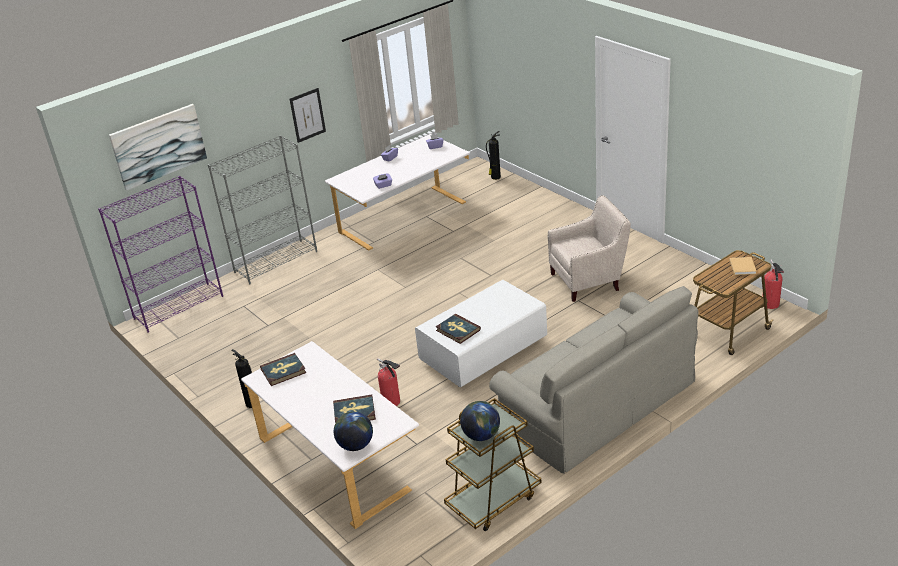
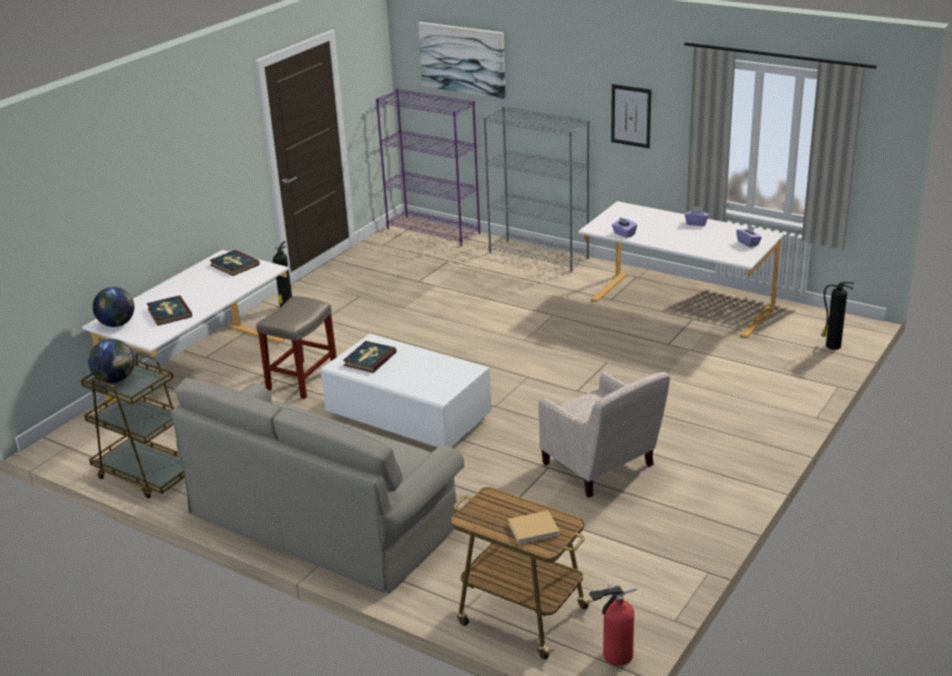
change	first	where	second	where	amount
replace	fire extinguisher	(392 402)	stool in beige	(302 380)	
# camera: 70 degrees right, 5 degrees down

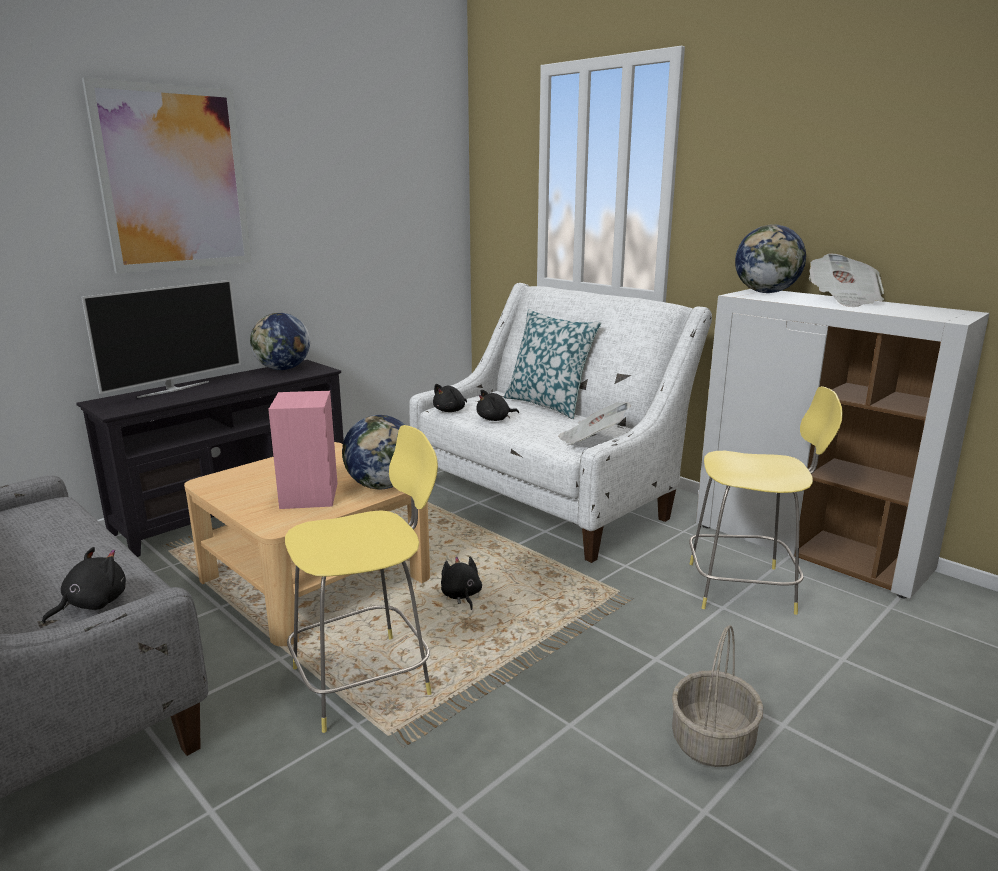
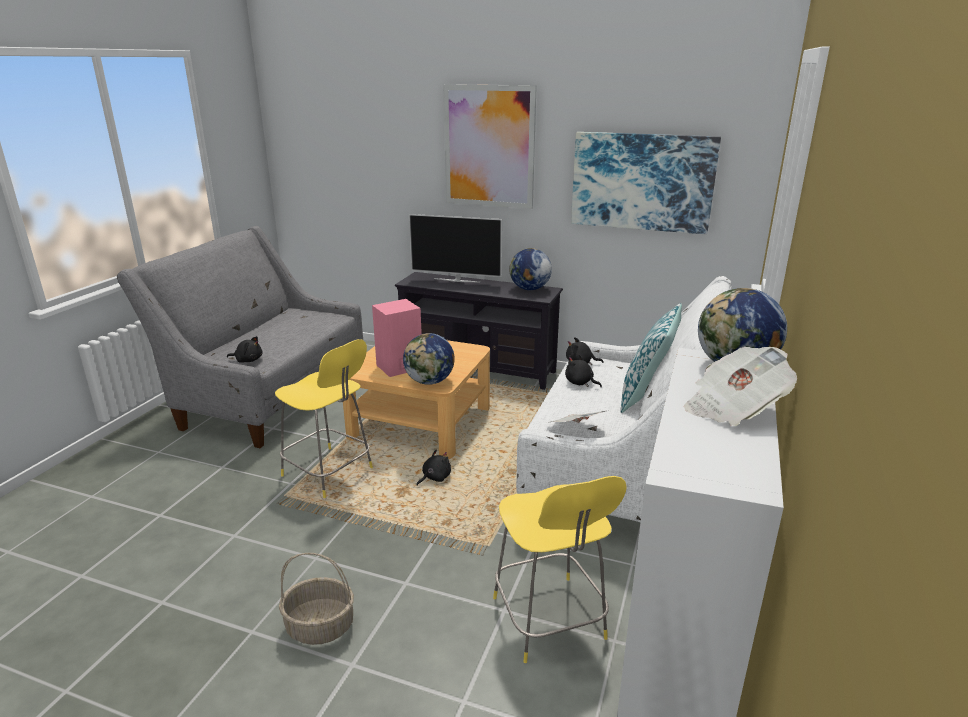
change	first	where	second	where	amount
insert			picture	(642 182)	
# camera: 65 degrees right, 5 degrees up

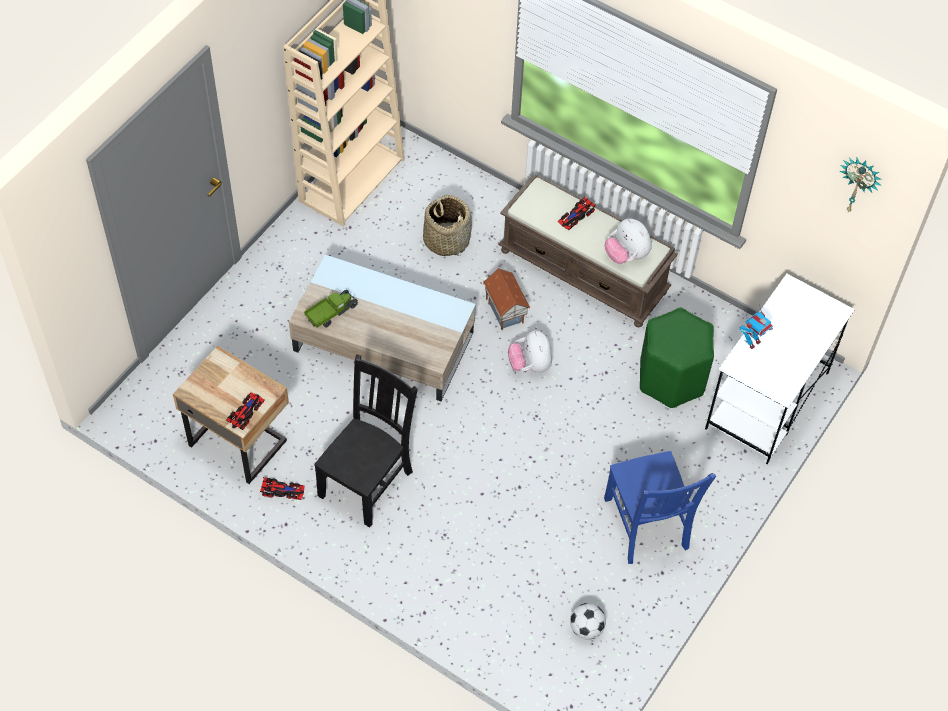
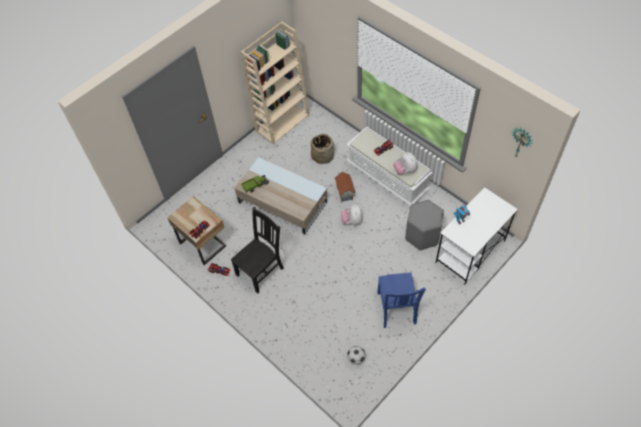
change	first	where	second	where	amount
recolor	bench in brown	(584 271)	bench in white	(388 177)	
recolor	stool in green	(672 378)	stool in grey	(422 235)	
# camera: 15 degrees right, 0 degrees up

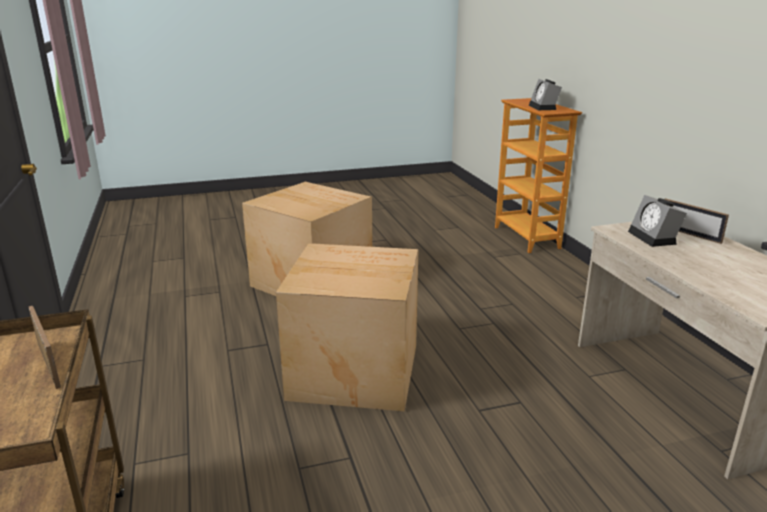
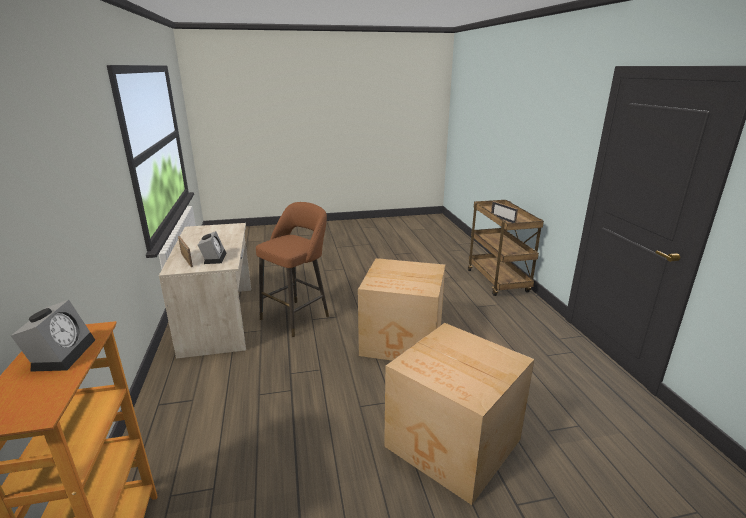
change	first	where	second	where	amount
insert			stool in brown	(297 316)	
# camera: 175 degrees left, 0 degrees up

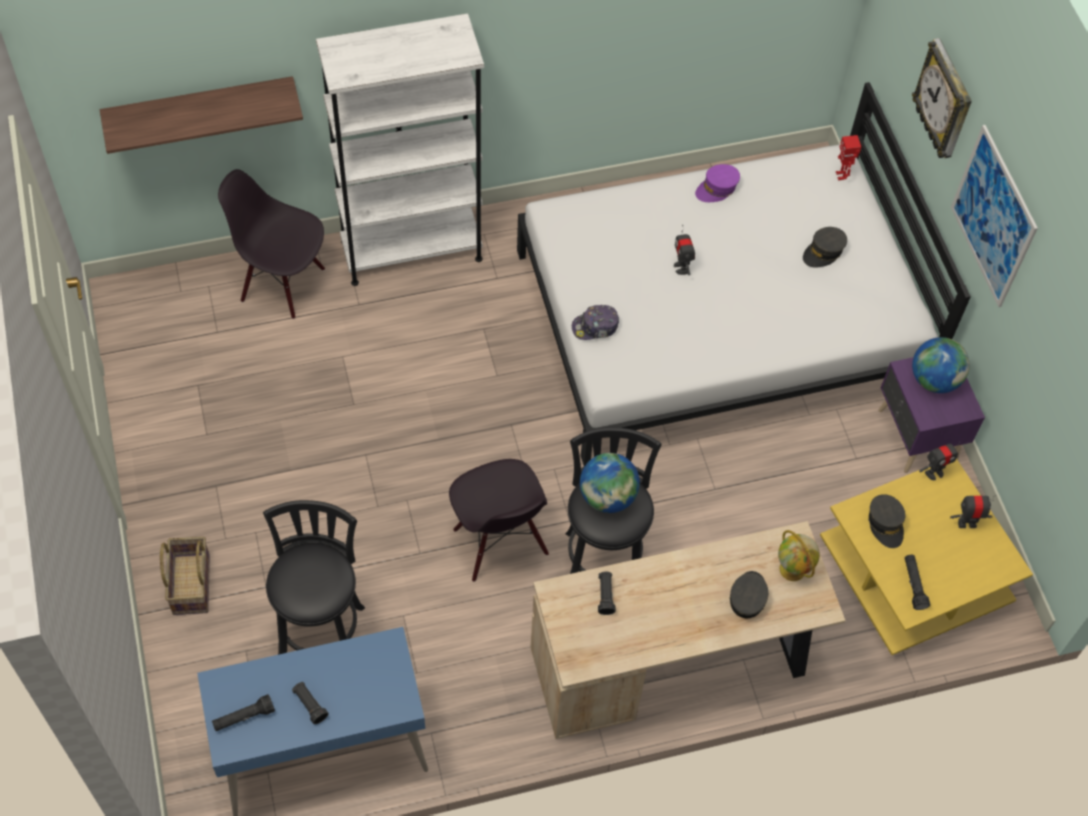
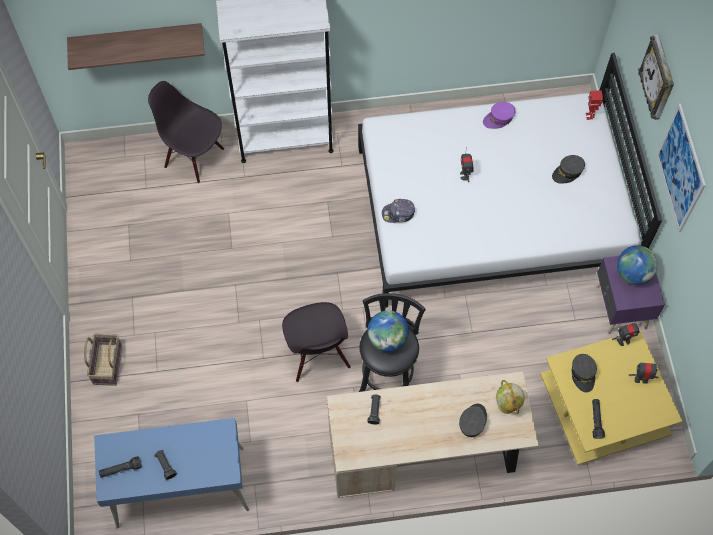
change	first	where	second	where	amount
delete	stool in black	(322 629)			
# camera: 10 degrees right, 5 degrees up

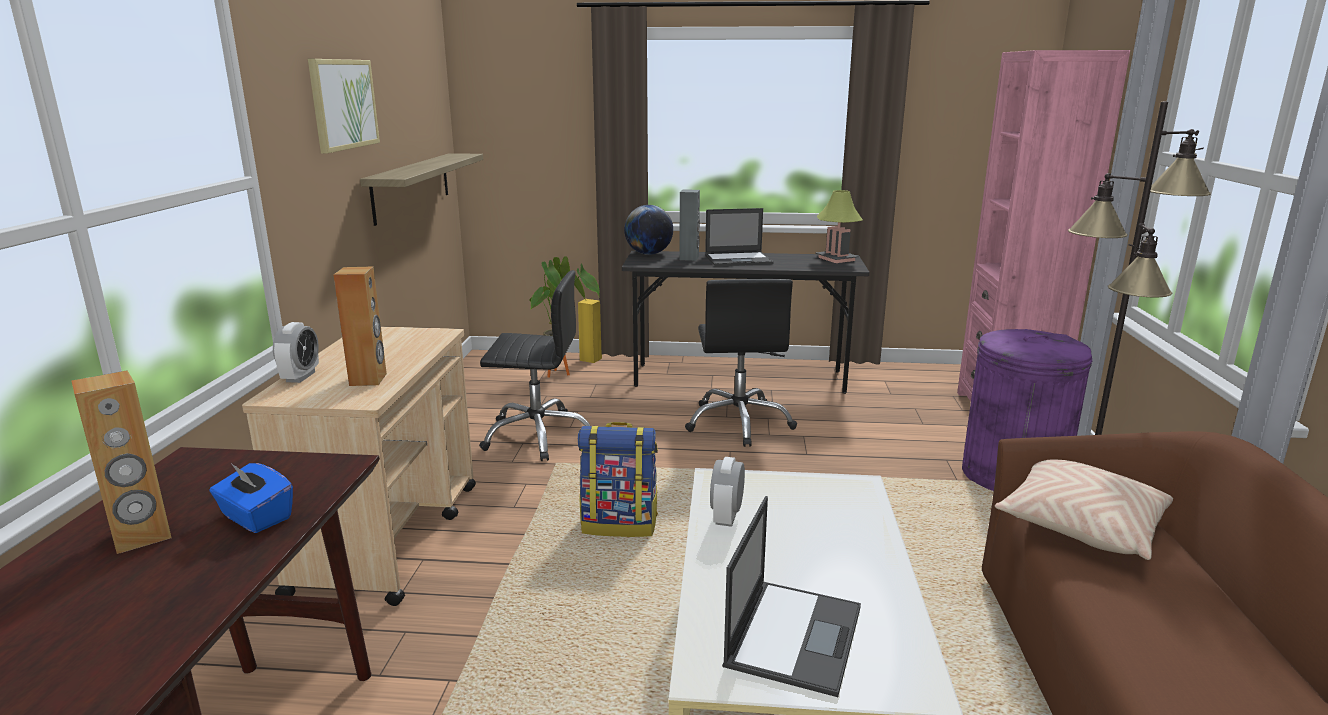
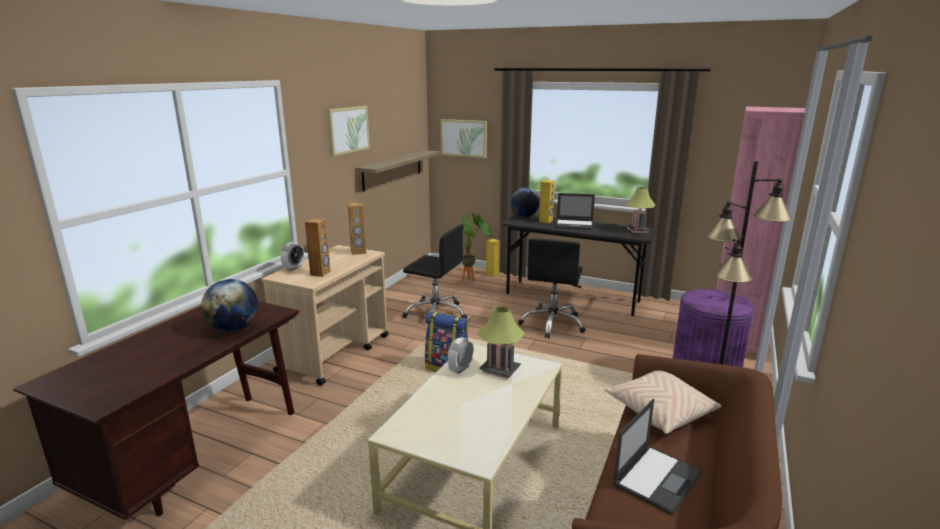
change	first	where	second	where	amount
move	speaker in brown	(142 537)		(358 252)	
replace	tissue box in blue	(255 517)	globe	(234 328)	
recolor	speaker in grey	(689 258)	speaker in yellow	(546 221)	
move	laptop	(794 634)		(657 477)	
insert			picture	(464 138)	
insert			table lamp	(500 370)	
# camera: 20 degrees right, 0 degrees up

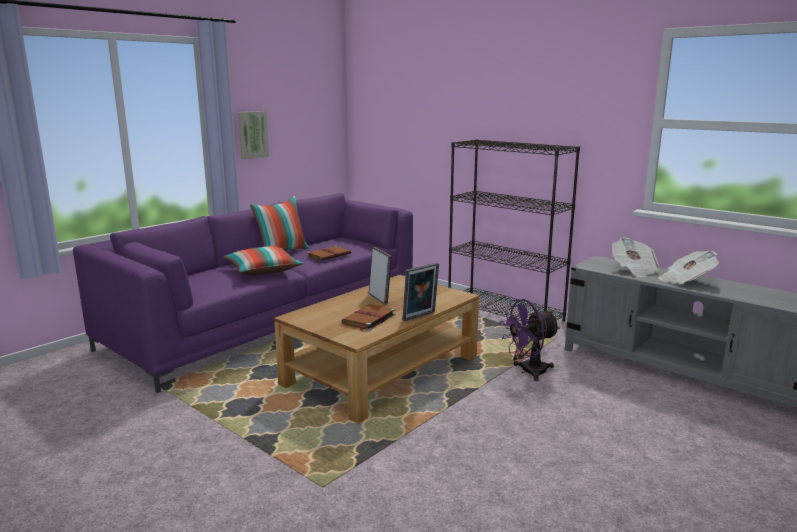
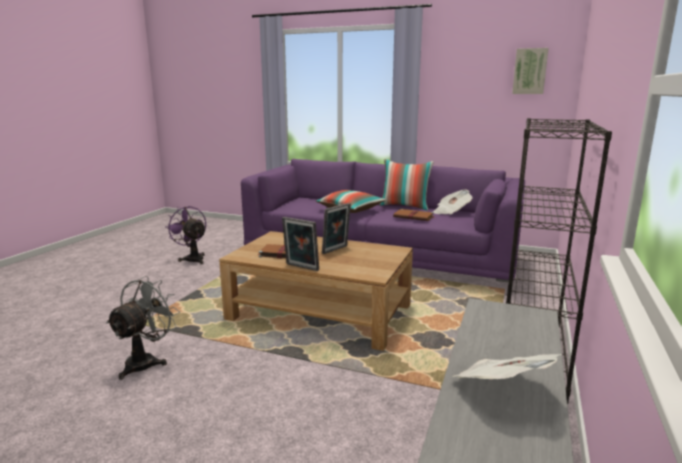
change	first	where	second	where	amount
move	picture	(252 134)		(530 71)	
move	fan in purple	(528 372)		(192 258)	
move	newspaper	(633 270)		(451 212)	
insert			fan in grey	(146 361)	
# camera: 70 degrees right, 0 degrees up

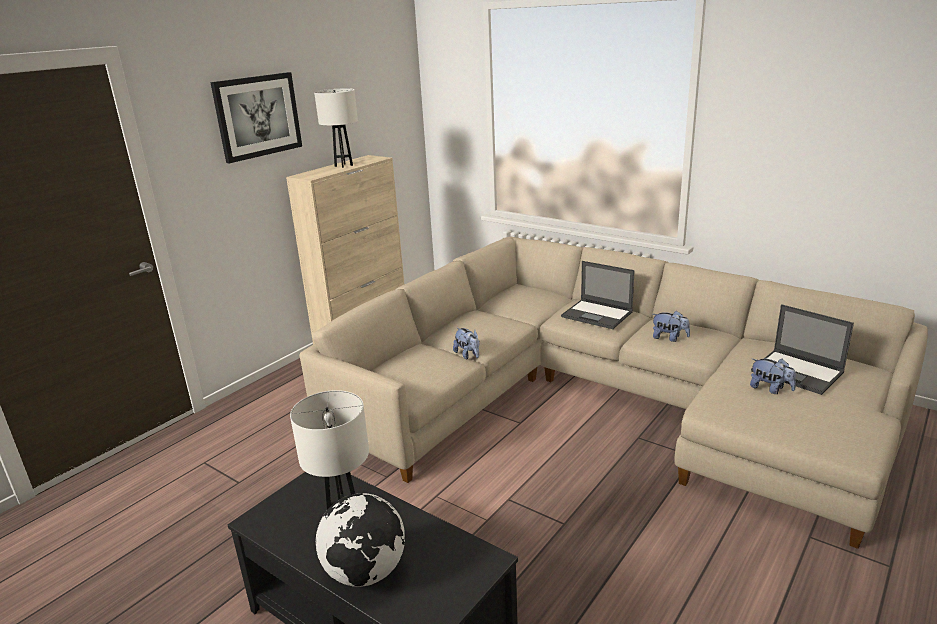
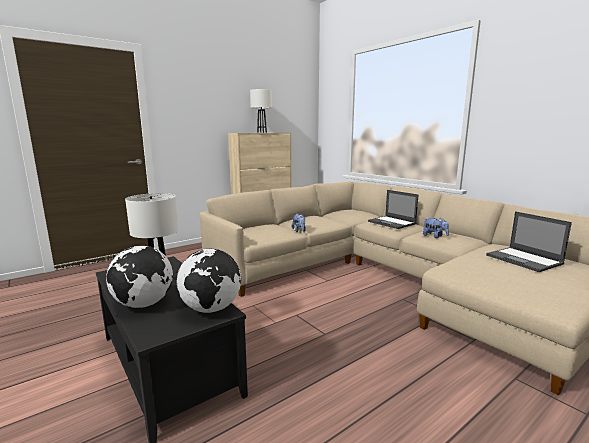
change	first	where	second	where	amount
delete	picture	(257 116)			
delete	plush toy	(770 389)			
insert			globe	(211 309)	
# camera: 15 degrees right, 10 degrees down

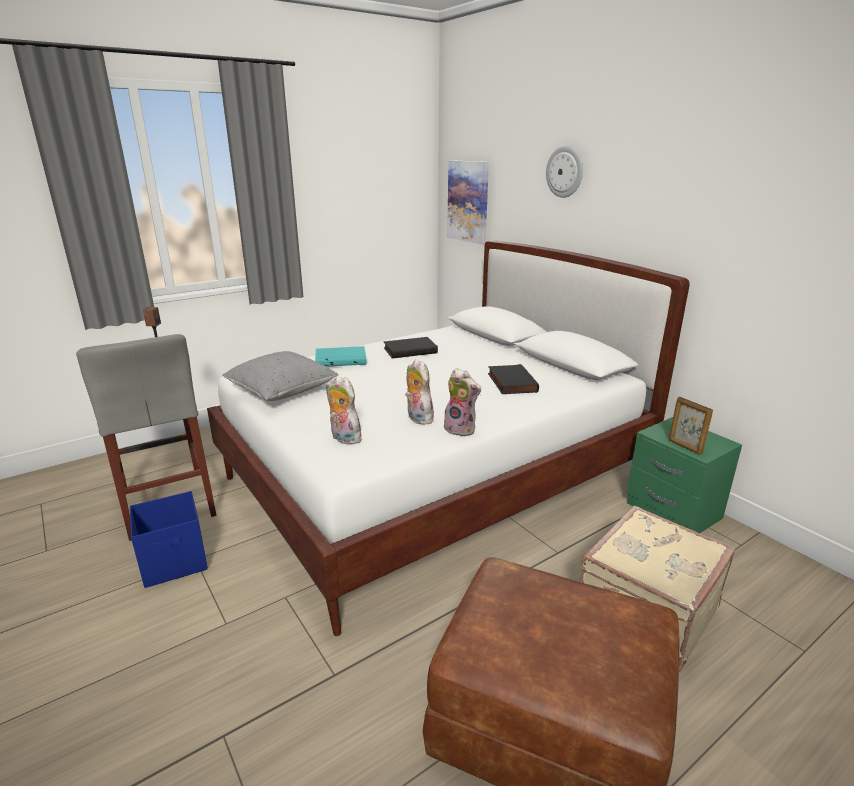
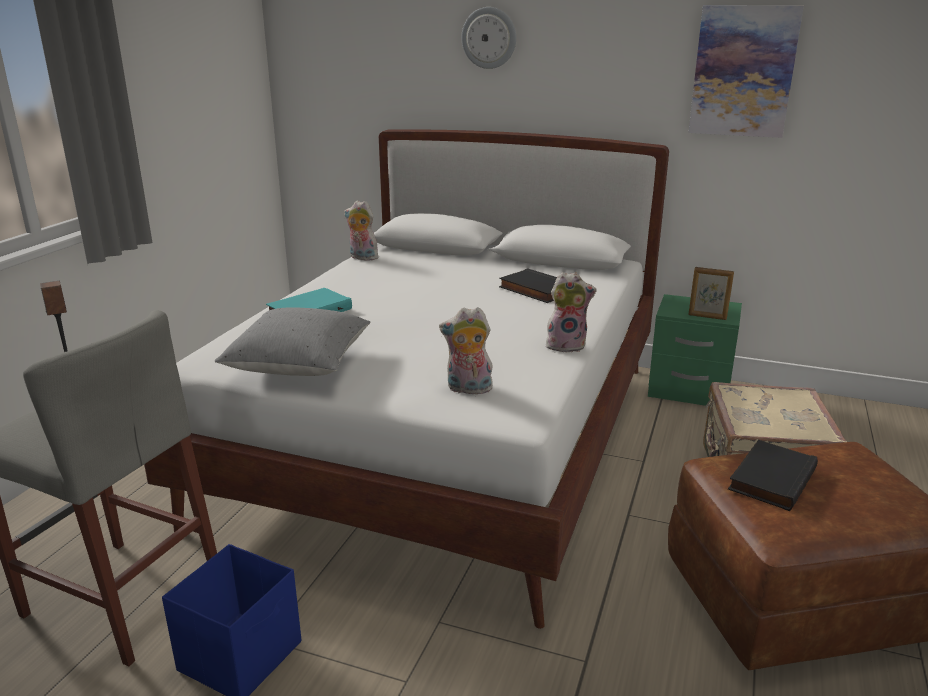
change	first	where	second	where	amount
move	book in black	(410 350)		(770 478)	
move	plush toy	(417 418)		(362 258)	
move	picture	(468 201)		(743 71)	
# camera: 35 degrees left, 0 degrees up

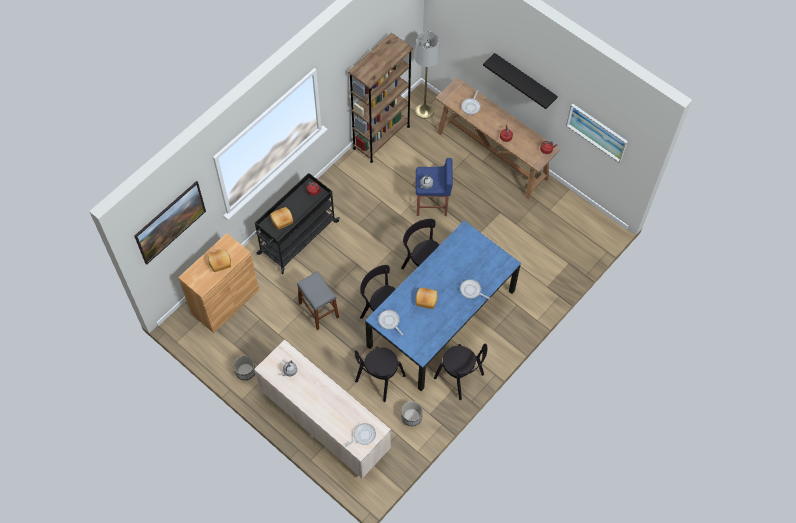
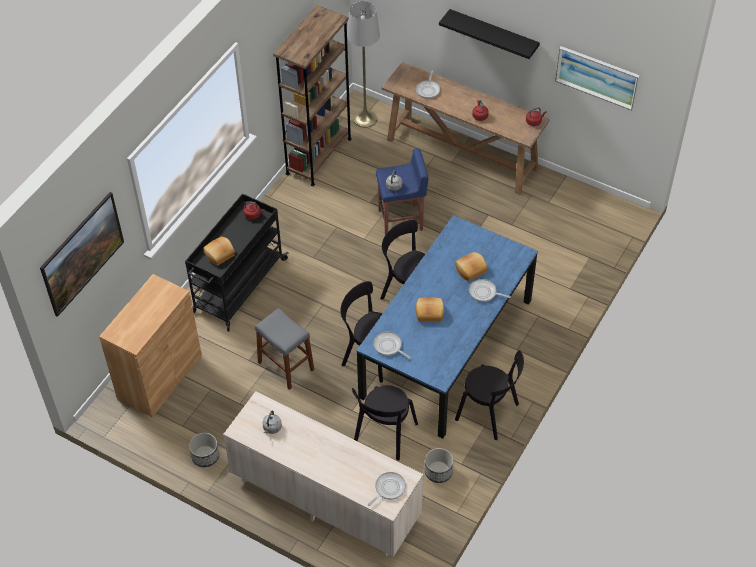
change	first	where	second	where	amount
move	bread	(220 262)		(470 269)	
# camera: 10 degrees left, 10 degrees down

